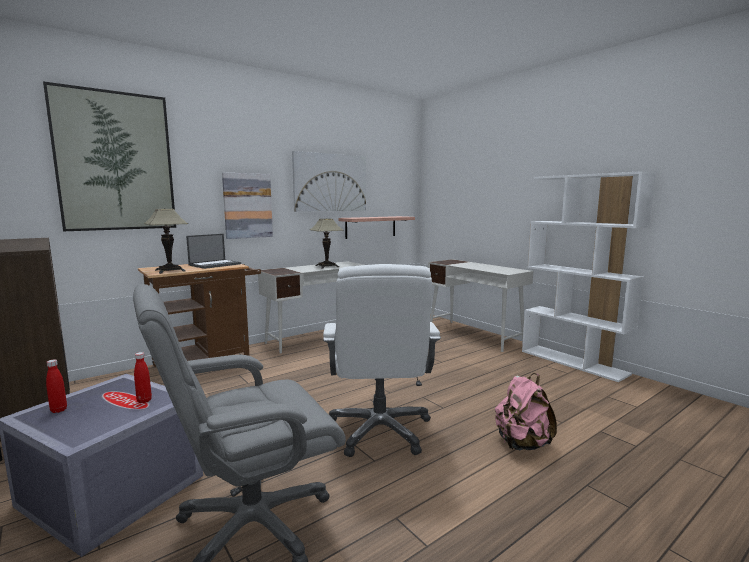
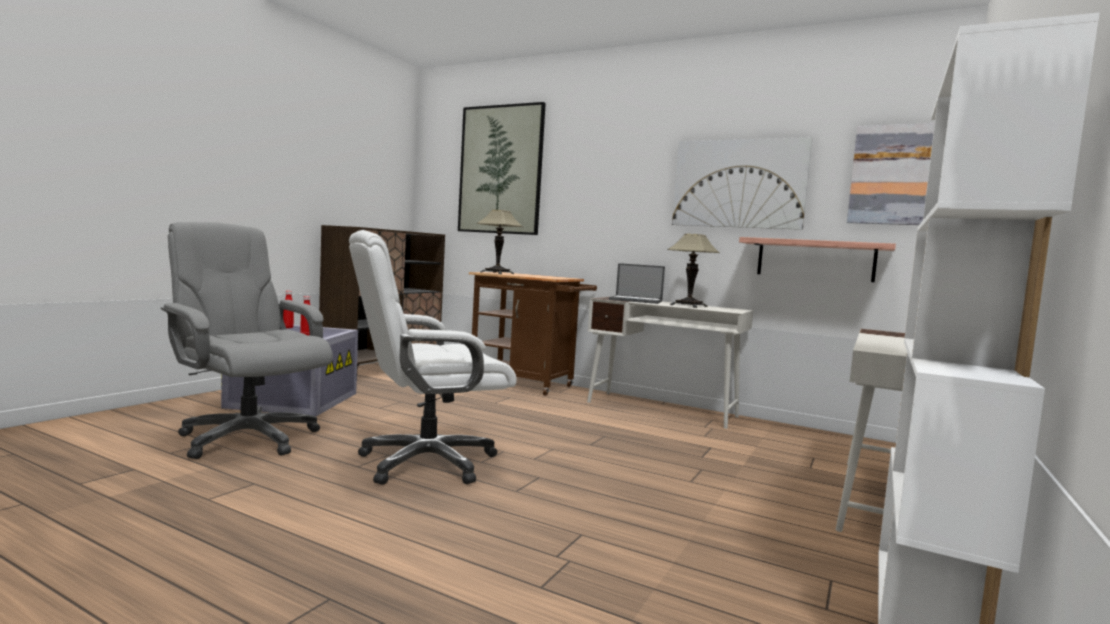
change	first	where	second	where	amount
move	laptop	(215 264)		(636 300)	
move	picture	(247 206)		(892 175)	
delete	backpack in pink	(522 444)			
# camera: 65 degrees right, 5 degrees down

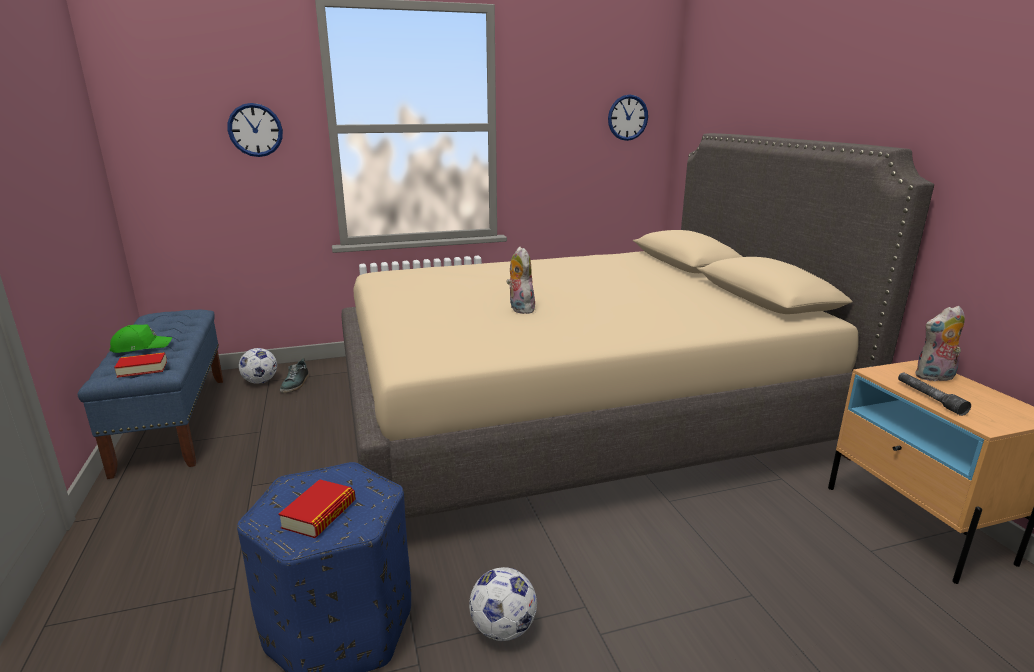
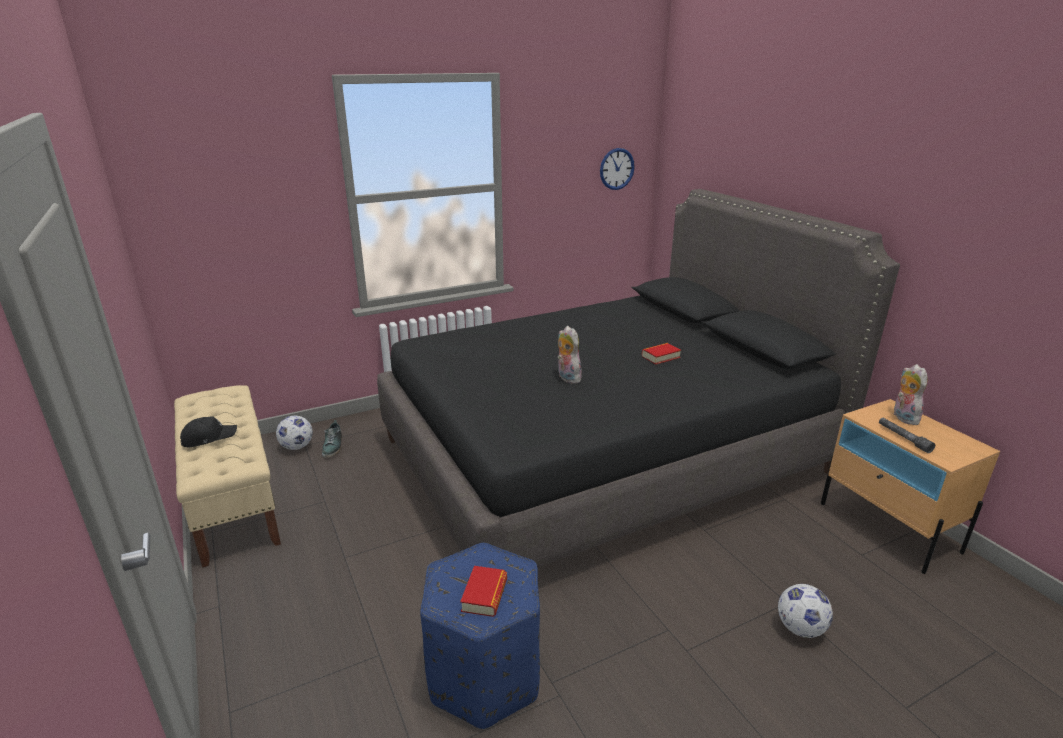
change	first	where	second	where	amount
recolor	bench in blue	(173 422)	bench in beige	(233 500)	
recolor	cap in green	(141 346)	cap in black	(208 437)	
move	book	(142 369)		(660 357)	
delete	wall clock	(255 130)			
recolor	bed in beige	(576 415)	bed in black	(604 455)	
move	football	(503 629)		(800 628)	
rotate	plush toy	(934 377)		(903 417)	105 degrees clockwise
# camera: 10 degrees left, 5 degrees up

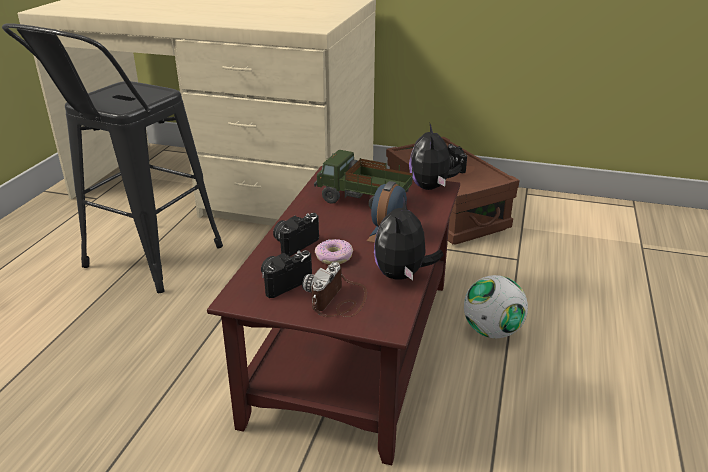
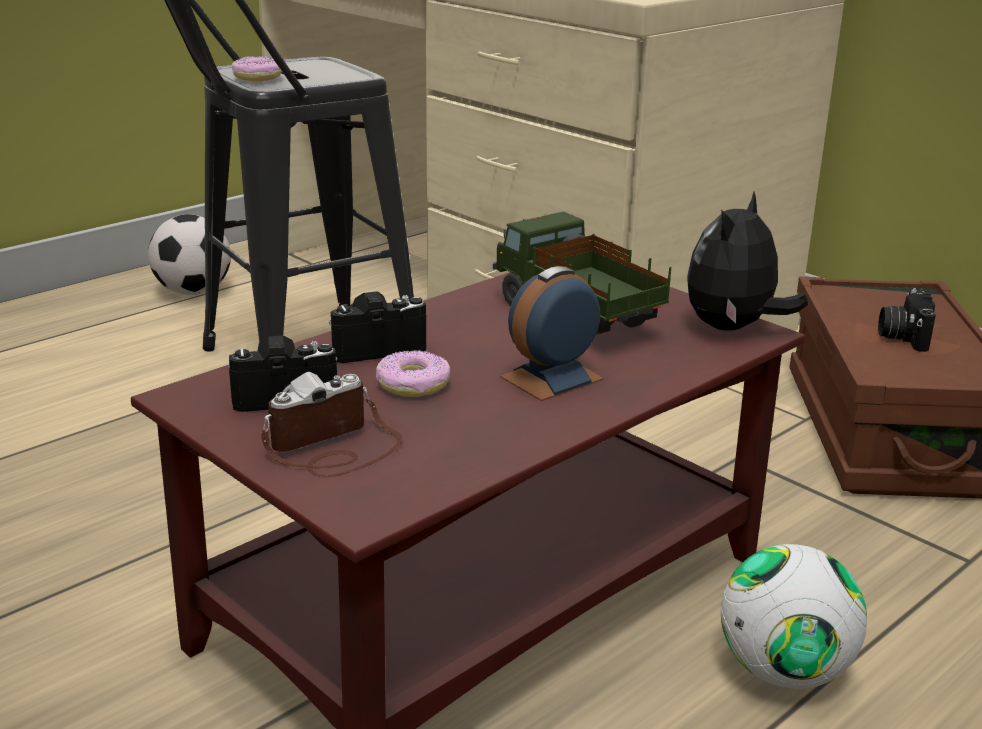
change	first	where	second	where	amount
delete	plush toy	(402 275)			
insert			football	(193 291)	
insert			donut	(257 77)	
# camera: 30 degrees right, 5 degrees down

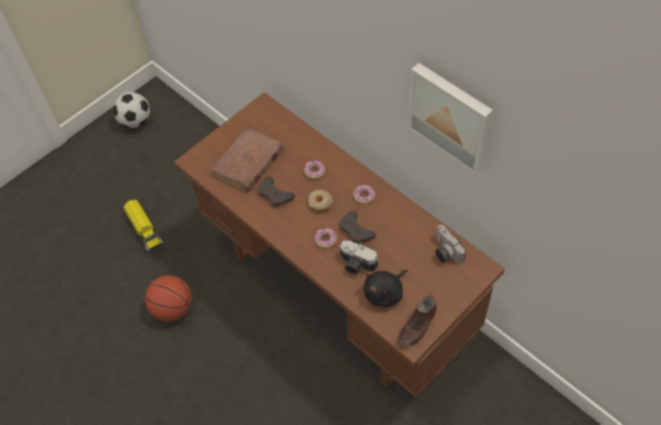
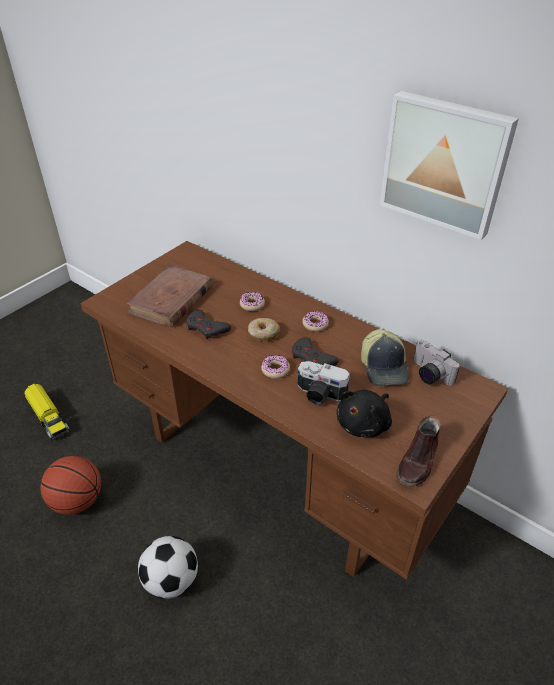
change	first	where	second	where	amount
move	football	(136 121)		(171 580)	
insert			cap	(384 367)	
# camera: 10 degrees left, 15 degrees down

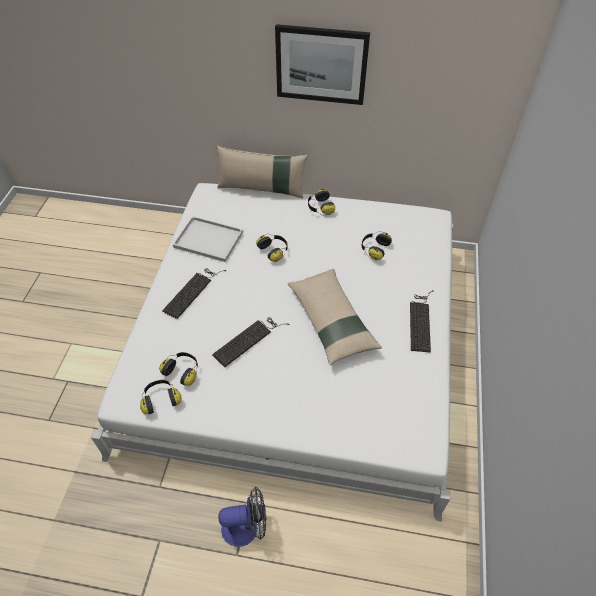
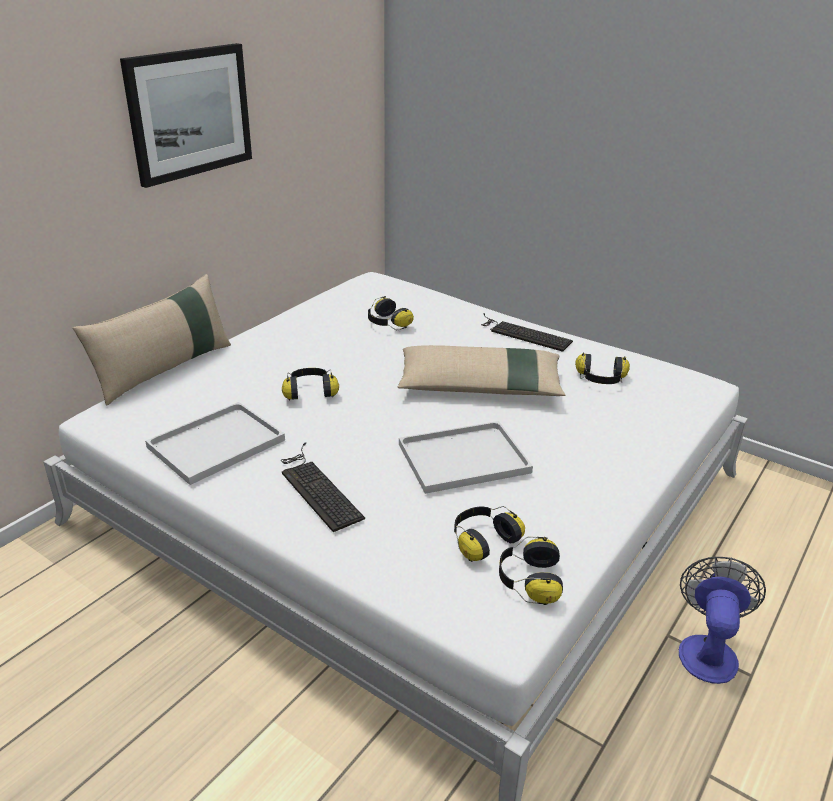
change	first	where	second	where	amount
replace	keyboard	(249 339)	tray in white	(465 457)	
move	headphones	(320 207)		(601 380)	
# camera: 65 degrees left, 20 degrees down

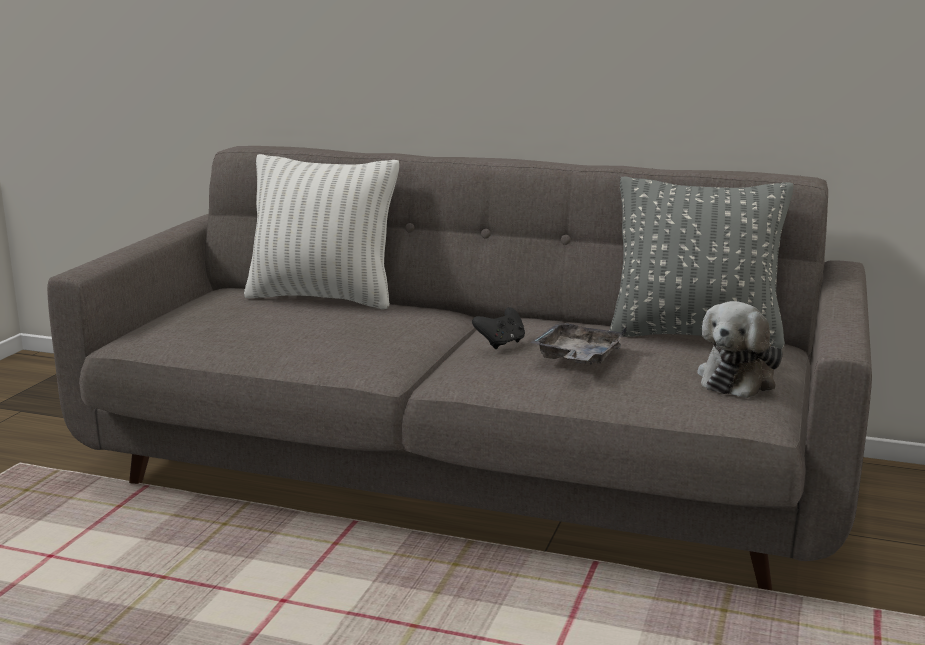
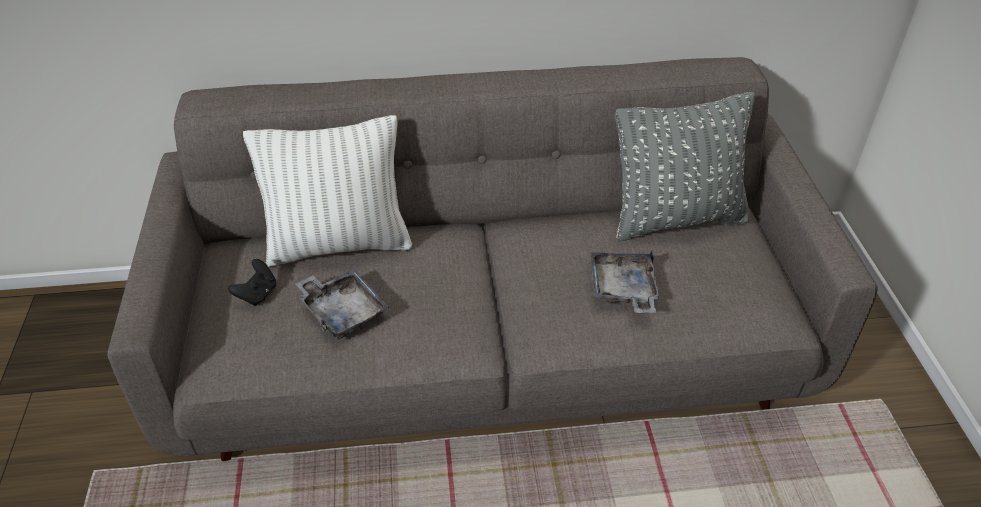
change	first	where	second	where	amount
move	game controller in black	(501 344)		(257 294)	
delete	plush toy	(739 379)			
insert			tray in grey	(343 311)	
# camera: 25 degrees left, 25 degrees up

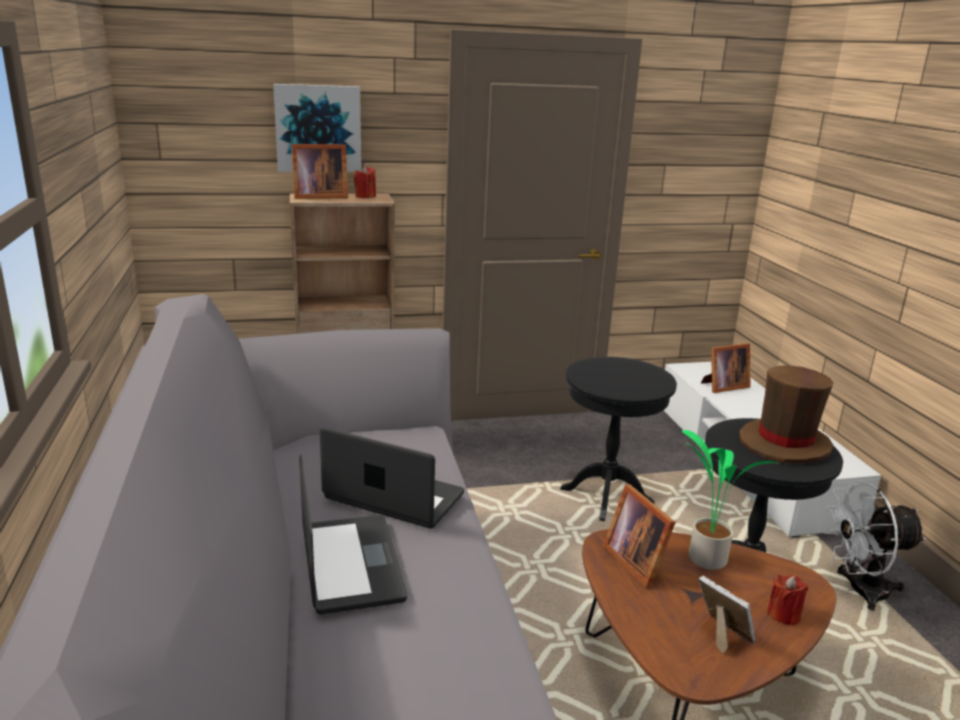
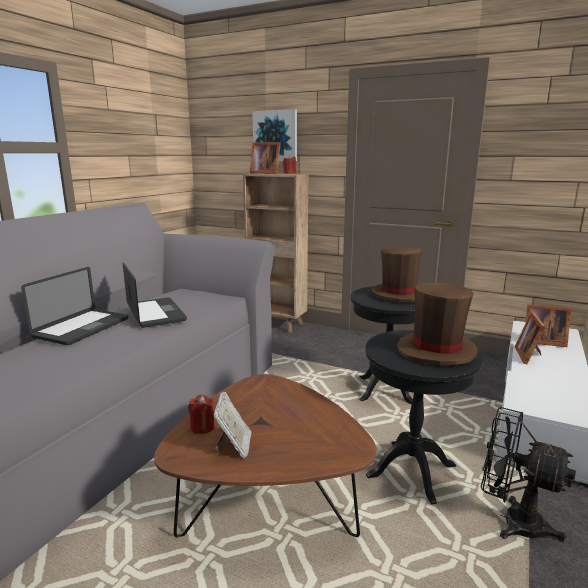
change	first	where	second	where	amount
move	picture frame	(636 561)		(529 355)	
delete	potted plant	(704 559)			
move	candle in red	(783 615)		(202 427)	
recolor	fan in white	(858 591)	fan in black	(512 521)	
insert			hat in brown	(398 295)	
# camera: 40 degrees right, 5 degrees down

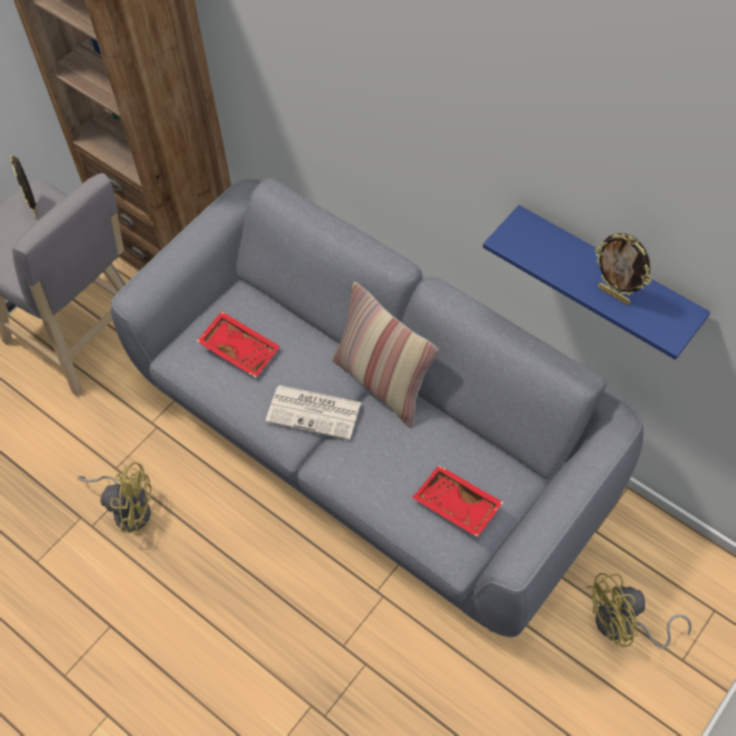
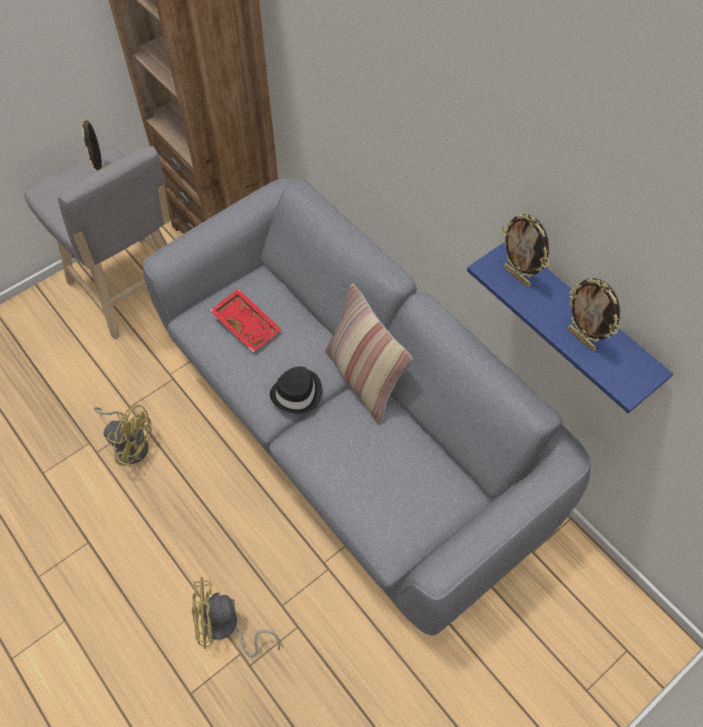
change	first	where	second	where	amount
replace	newspaper	(315 412)	hat in black	(297 393)	
delete	tray in red	(455 506)			
move	fan in yellow	(623 626)		(226 628)	
insert			picture frame	(517 276)	
# camera: 10 degrees right, 0 degrees up

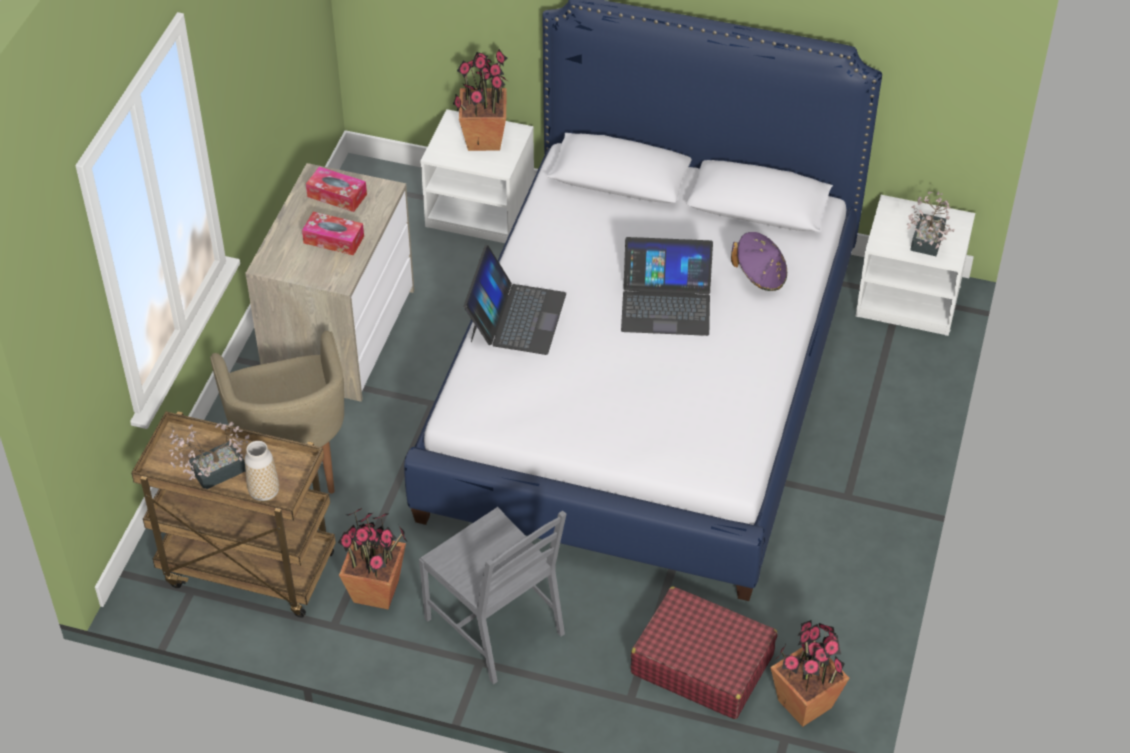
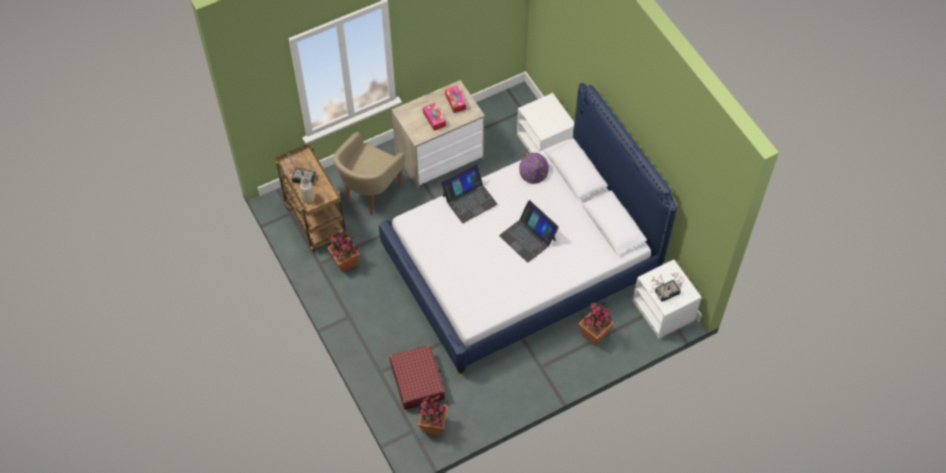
change	first	where	second	where	amount
delete	chair in grey	(496 625)			
move	potted plant	(484 139)		(594 335)	
move	hat in purple	(760 275)		(533 173)	
# camera: 45 degrees right, 10 degrees up

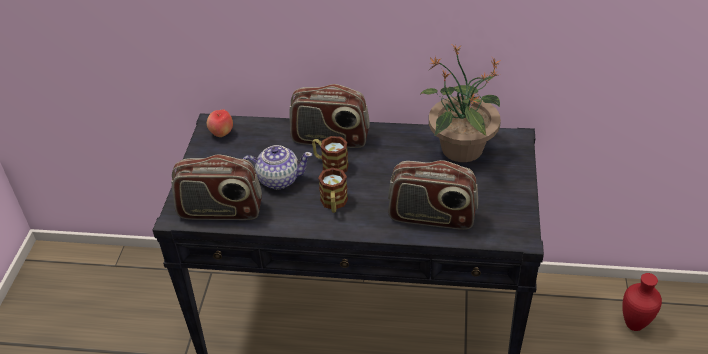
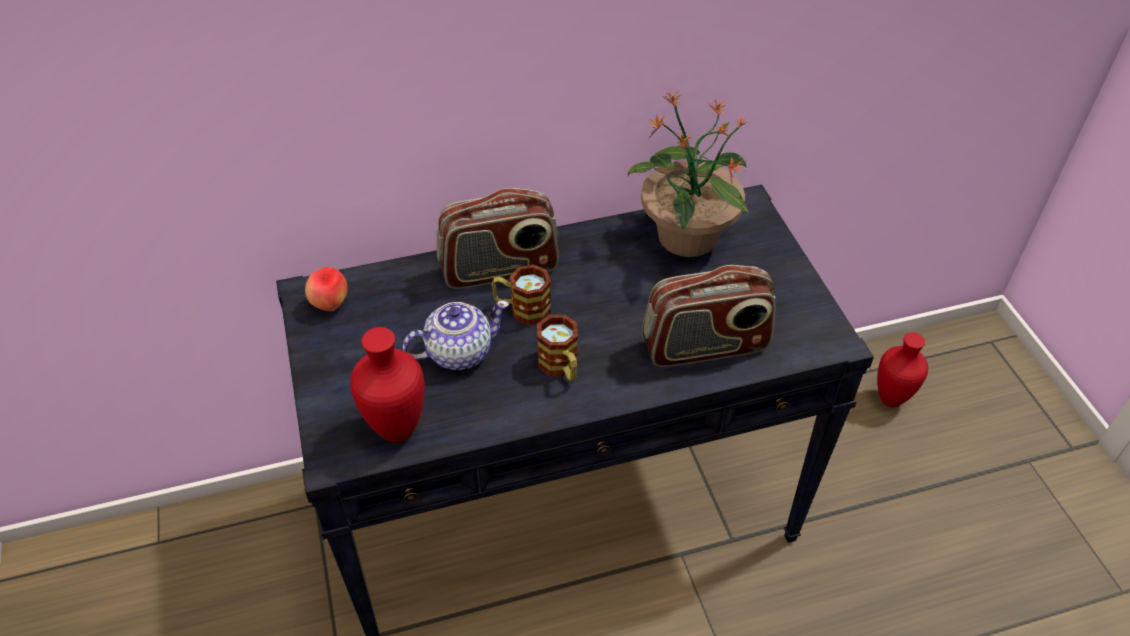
change	first	where	second	where	amount
replace	radio	(220 211)	vase in red	(398 428)	
# camera: 25 degrees left, 5 degrees up

